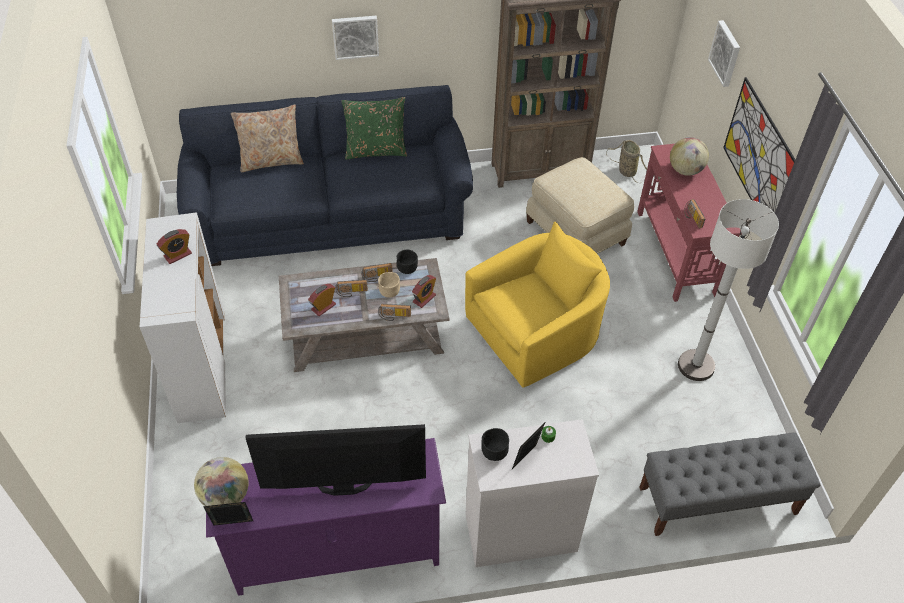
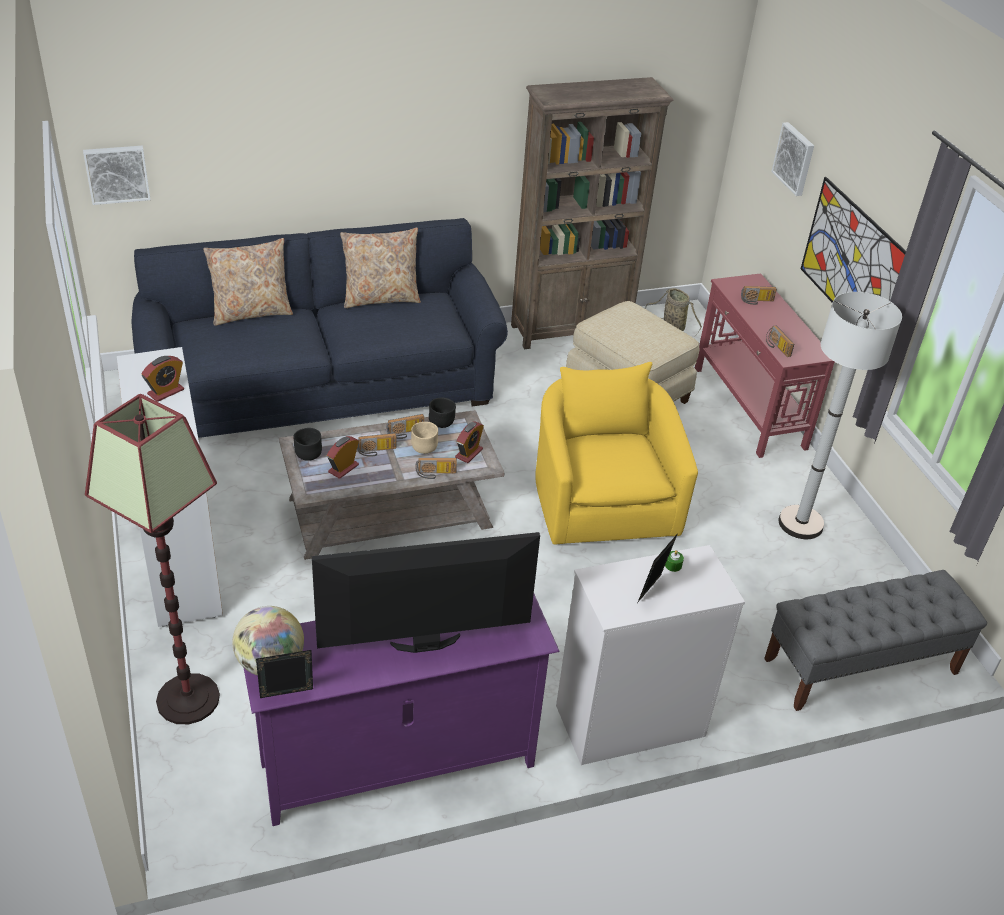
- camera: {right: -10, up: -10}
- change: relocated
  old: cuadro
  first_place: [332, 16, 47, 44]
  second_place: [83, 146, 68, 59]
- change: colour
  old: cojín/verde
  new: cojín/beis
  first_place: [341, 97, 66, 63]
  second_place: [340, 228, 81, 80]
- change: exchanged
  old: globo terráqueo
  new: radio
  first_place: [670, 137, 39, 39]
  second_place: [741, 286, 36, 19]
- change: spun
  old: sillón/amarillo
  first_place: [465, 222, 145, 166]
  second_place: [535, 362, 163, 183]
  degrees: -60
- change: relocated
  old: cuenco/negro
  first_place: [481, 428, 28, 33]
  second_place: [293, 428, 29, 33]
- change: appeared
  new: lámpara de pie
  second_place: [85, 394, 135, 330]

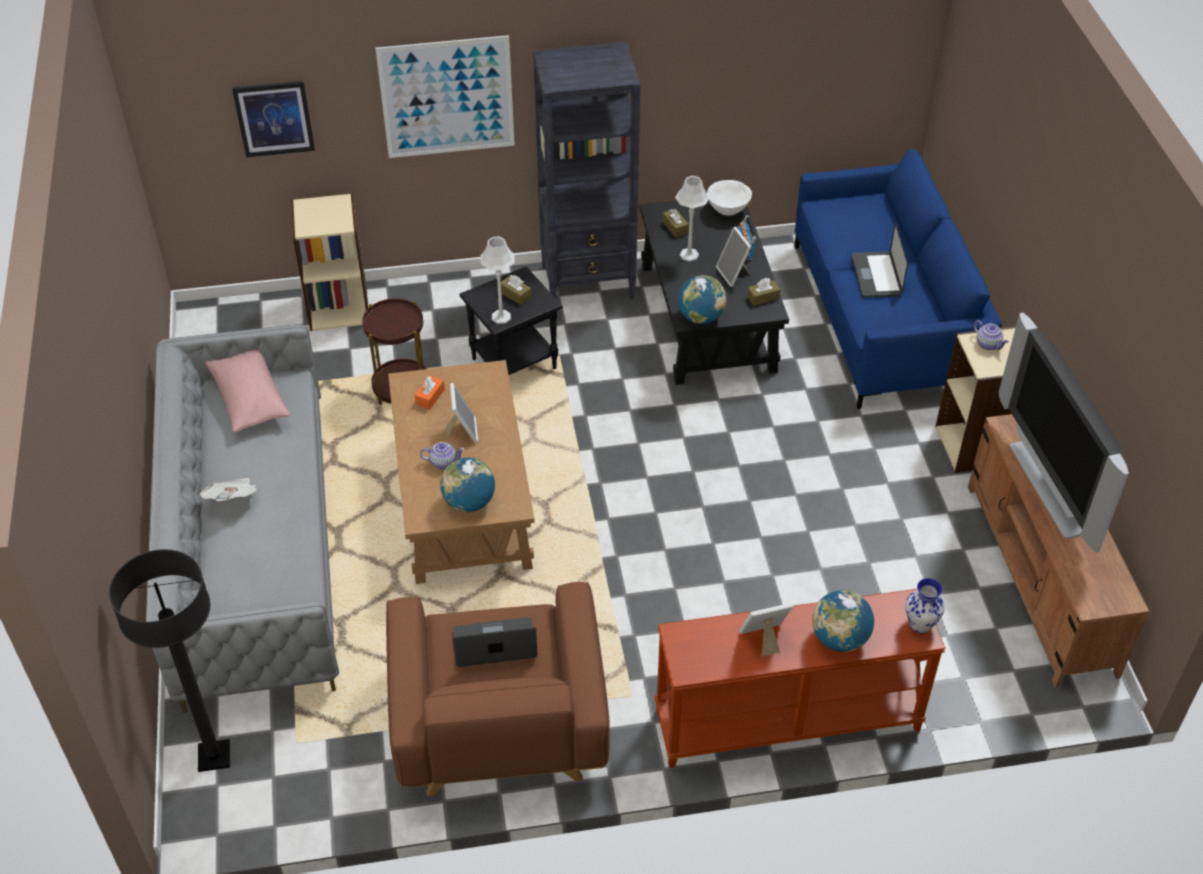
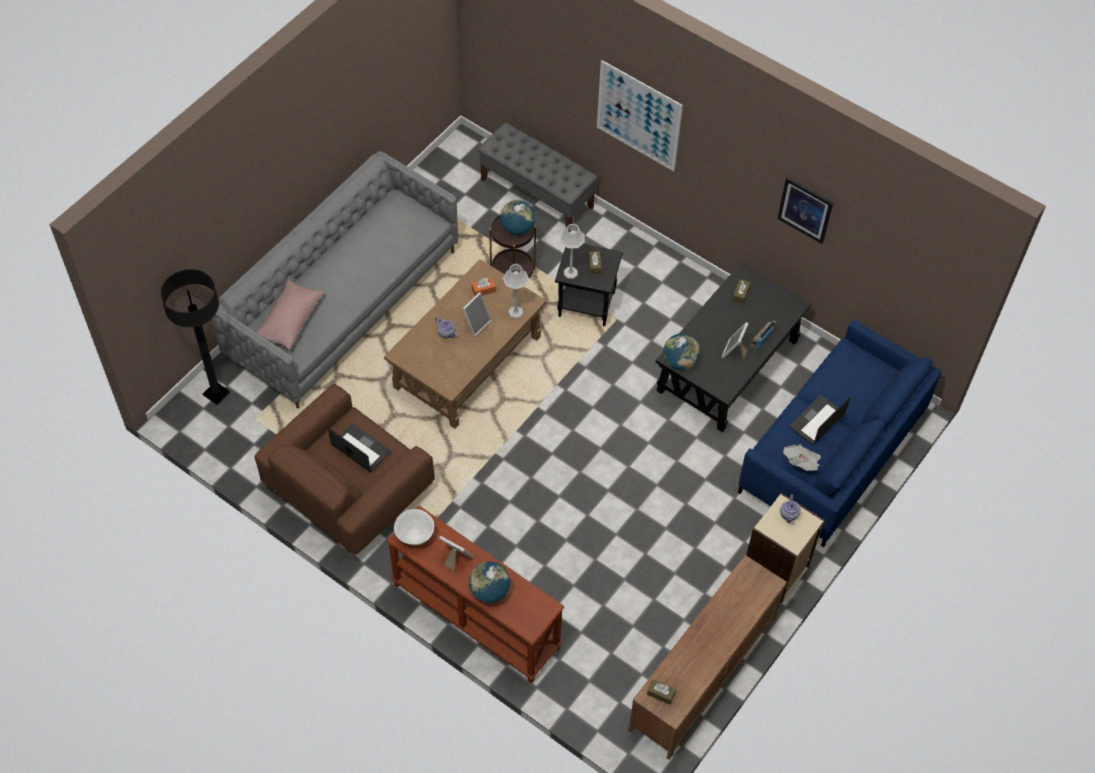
- camera: {right: 45, up: 10}
- change: missing
  old: estantería/negro
  first_place: [533, 42, 108, 257]
- change: relocated
  old: cuadro
  first_place: [232, 81, 83, 76]
  second_place: [777, 177, 56, 67]
- change: relocated
  old: lámpara de mesa/gris
  first_place: [675, 176, 35, 85]
  second_place: [503, 264, 26, 55]
- change: relocated
  old: cuenco/blanco
  first_place: [707, 180, 45, 36]
  second_place: [394, 509, 40, 36]
- change: exchanged
  old: estantería/beis
  new: banco/gris
  first_place: [291, 193, 78, 138]
  second_place: [478, 122, 120, 110]
- change: relocated
  old: caja de pañuelos/marrón
  first_place: [747, 278, 34, 28]
  second_place: [647, 679, 29, 26]
- change: missing
  old: televisor
  first_place: [998, 313, 131, 239]
- change: relocated
  old: cojín/rosa
  first_place: [205, 350, 85, 83]
  second_place: [257, 279, 67, 71]
- change: relocated
  old: globo terráqueo
  first_place: [440, 458, 55, 54]
  second_place: [500, 200, 35, 35]
- change: relocated
  old: periódico
  first_place: [200, 478, 58, 23]
  second_place: [783, 444, 38, 27]
- change: missing
  old: florero
  first_place: [905, 578, 40, 55]

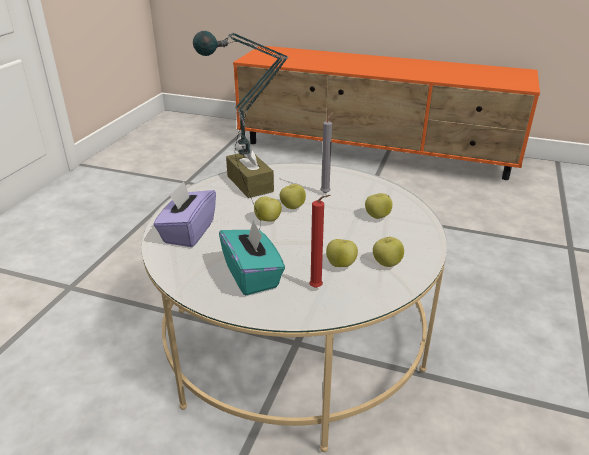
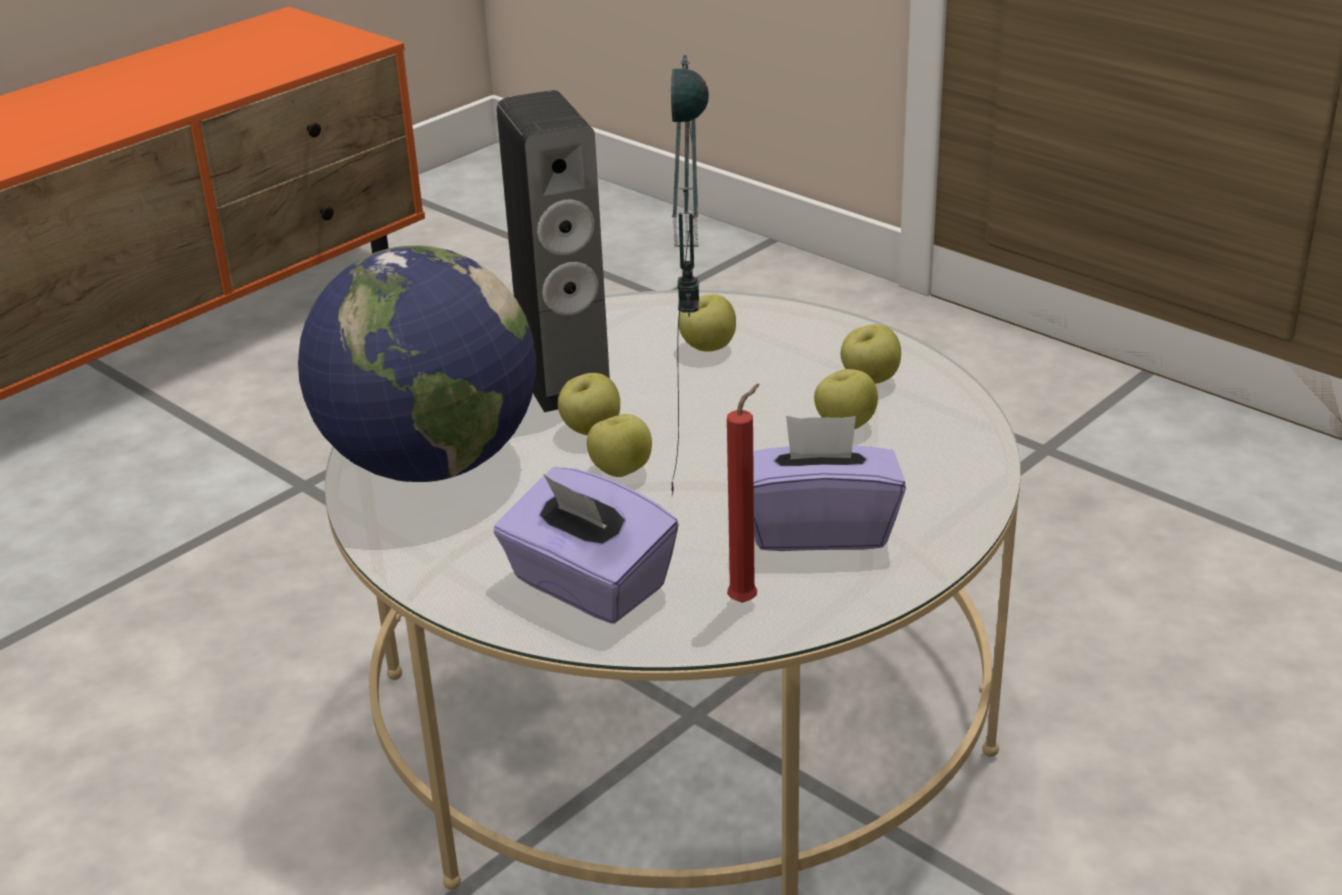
- camera: {right: -65, up: 0}
- change: exchanged
  old: vela/gris
  new: altavoz
  first_place: [320, 112, 14, 81]
  second_place: [497, 90, 113, 322]
- change: exchanged
  old: caja de pañuelos/marrón
  new: globo terráqueo
  first_place: [226, 144, 48, 54]
  second_place: [298, 246, 238, 236]
- change: relocated
  old: vela/rojo
  first_place: [309, 195, 21, 93]
  second_place: [727, 384, 32, 219]
- change: colour
  old: caja de pañuelos/turquesa
  new: caja de pañuelos/morado
  first_place: [219, 219, 66, 76]
  second_place: [753, 416, 153, 135]

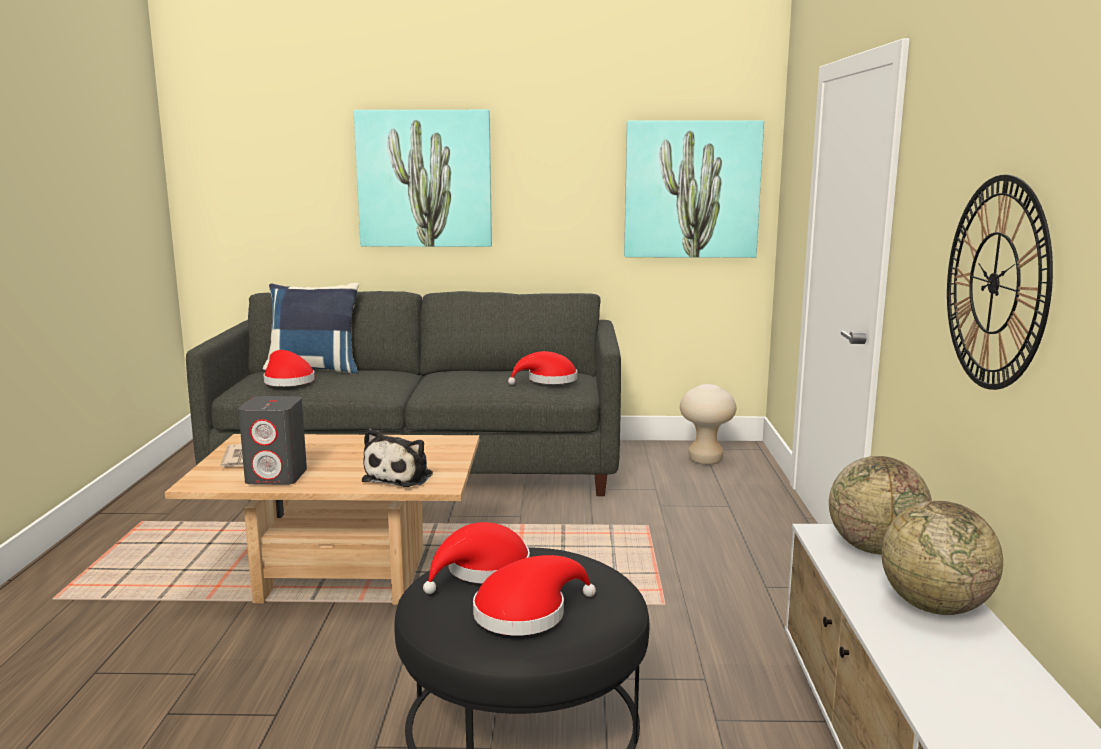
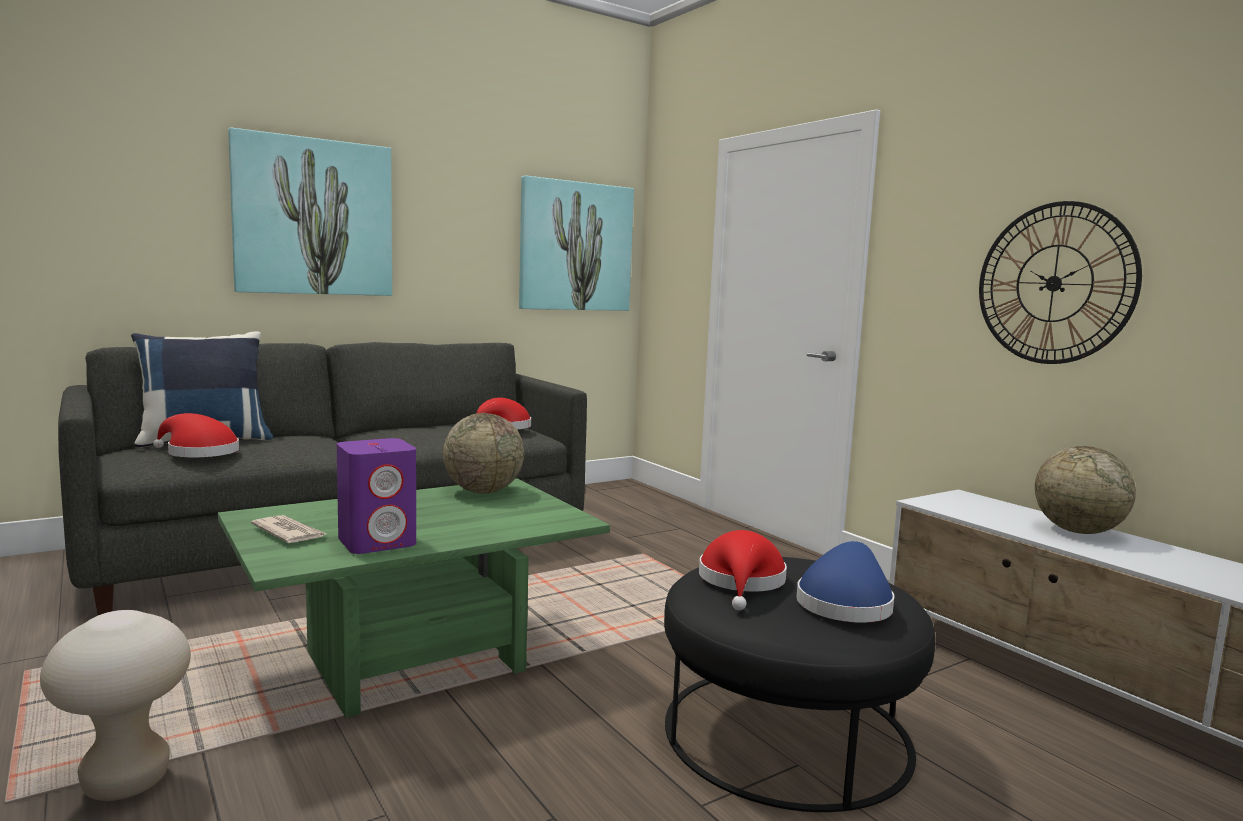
- camera: {right: -35, up: -5}
- change: relocated
  old: taburete/beis
  first_place: [680, 384, 56, 81]
  second_place: [40, 610, 151, 191]
- change: colour
  old: altavoz/gris
  new: altavoz/morado
  first_place: [238, 396, 69, 89]
  second_place: [337, 438, 79, 116]
- change: missing
  old: peluche
  first_place: [362, 429, 71, 58]
- change: colour
  old: mesa de centro/beis
  new: mesa de centro/verde
  first_place: [165, 434, 314, 171]
  second_place: [218, 478, 392, 240]
- change: relocated
  old: globo terráqueo
  first_place: [829, 456, 103, 99]
  second_place: [443, 413, 81, 80]
- change: colour
  old: sombrero/rojo
  new: sombrero/azul
  first_place: [473, 555, 123, 81]
  second_place: [797, 541, 98, 82]

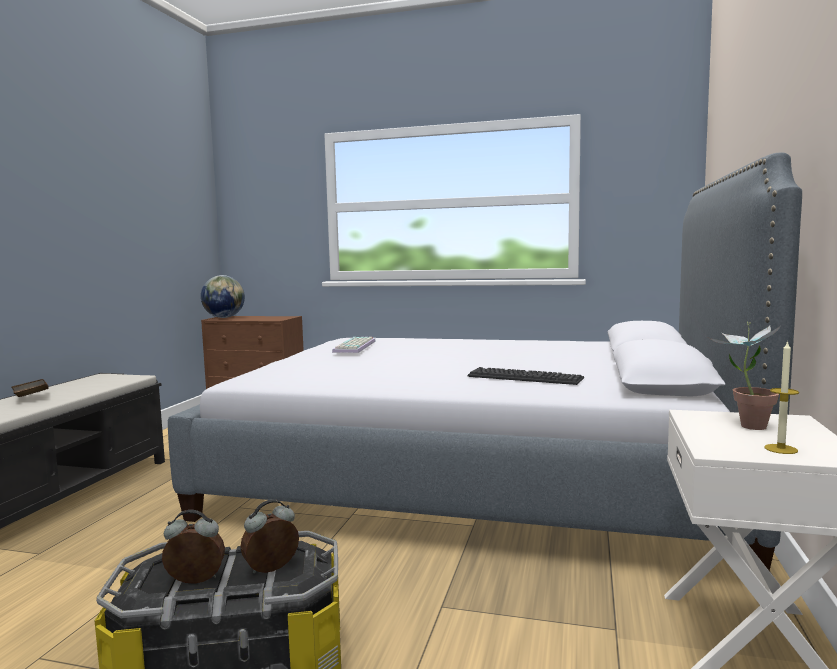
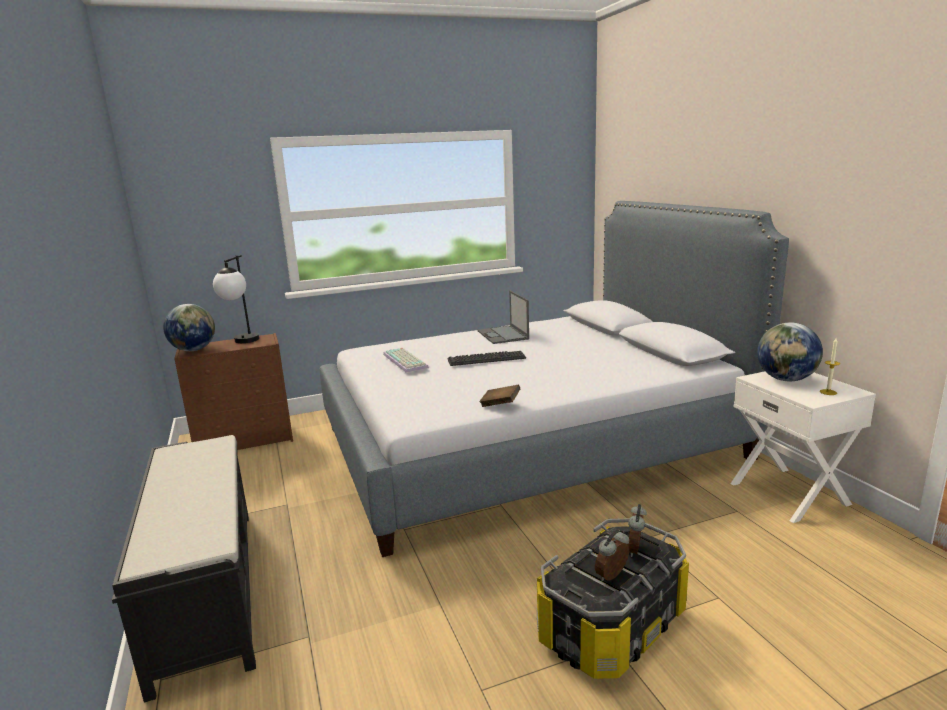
- camera: {right: -35, up: 10}
- change: exchanged
  old: planta en maceta
  new: globo terráqueo
  first_place: [709, 322, 71, 108]
  second_place: [757, 323, 66, 58]
- change: relocated
  old: teclado
  first_place: [468, 367, 116, 18]
  second_place: [448, 351, 78, 15]
- change: relocated
  old: libro/marrón
  first_place: [11, 379, 38, 18]
  second_place: [479, 385, 41, 22]
- change: appeared
  new: lámpara de mesa
  second_place: [213, 255, 46, 88]
- change: appeared
  new: portátil
  second_place: [478, 291, 51, 53]

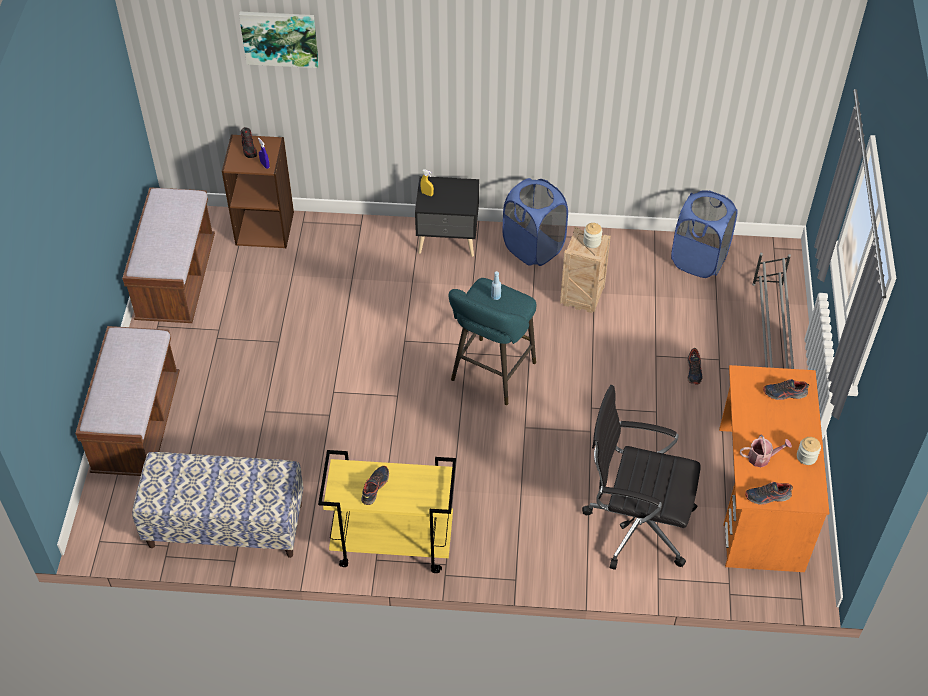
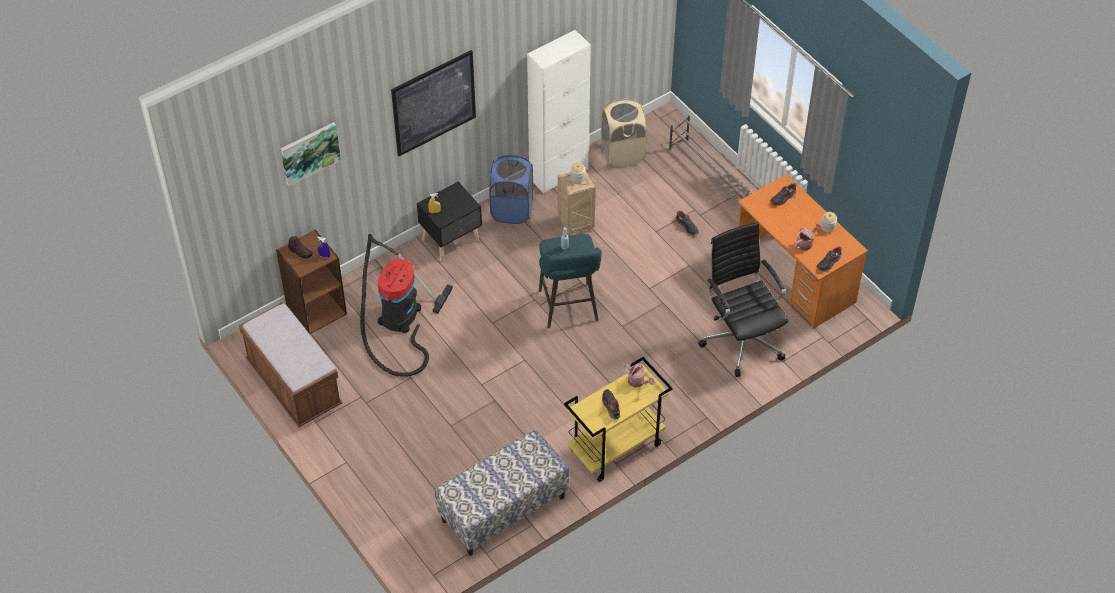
- camera: {right: -40, up: 0}
- change: colour
  old: cesto de la ropa/azul
  new: cesto de la ropa/beis
  first_place: [671, 190, 66, 88]
  second_place: [601, 99, 46, 68]
- change: missing
  old: banco/marrón
  first_place: [75, 326, 105, 150]
- change: spun
  old: silla de oficina/negro
  first_place: [582, 385, 119, 185]
  second_place: [698, 222, 91, 155]
  degrees: 90
- change: appeared
  new: armario/blanco
  second_place: [527, 30, 64, 163]
- change: appeared
  new: cuadro
  second_place: [391, 50, 85, 106]
- change: appeared
  new: aspiradora
  second_place: [360, 234, 93, 143]
- change: appeared
  new: regadera
  second_place: [624, 364, 31, 23]

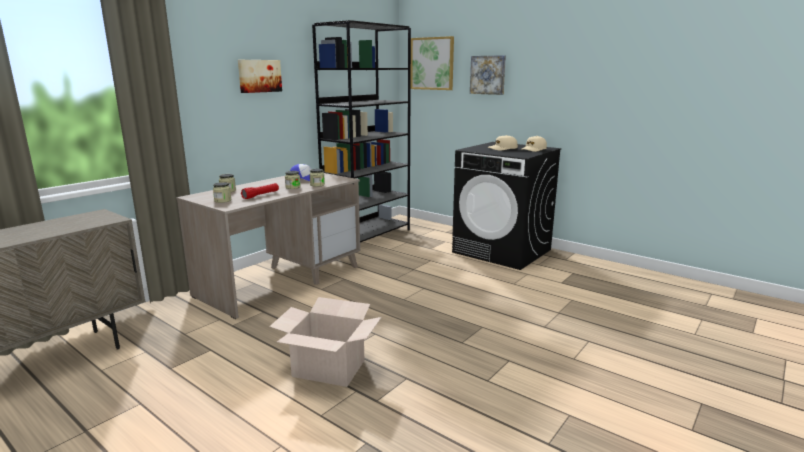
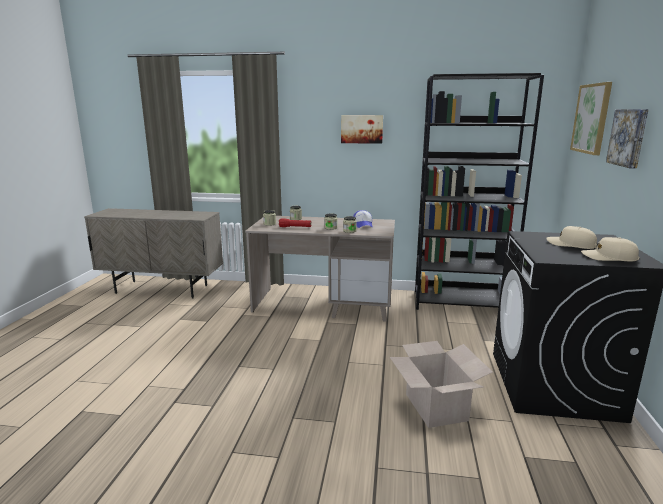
- camera: {right: 60, up: 0}
- change: relocated
  old: caja de cartón
  first_place: [269, 297, 113, 90]
  second_place: [390, 341, 103, 87]

